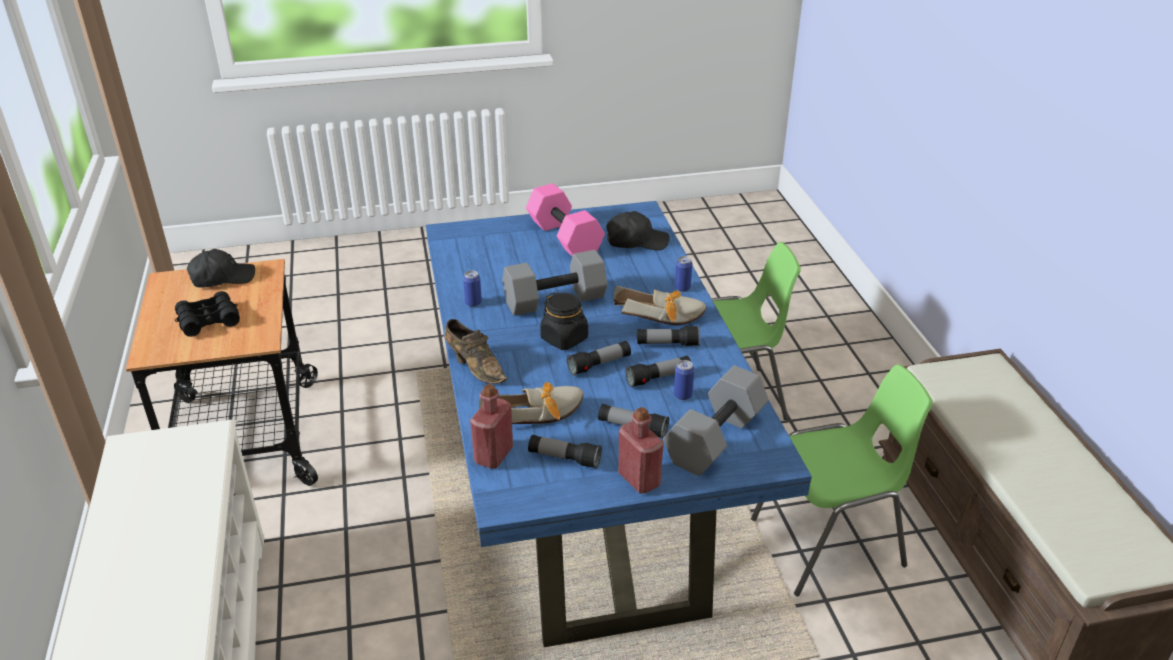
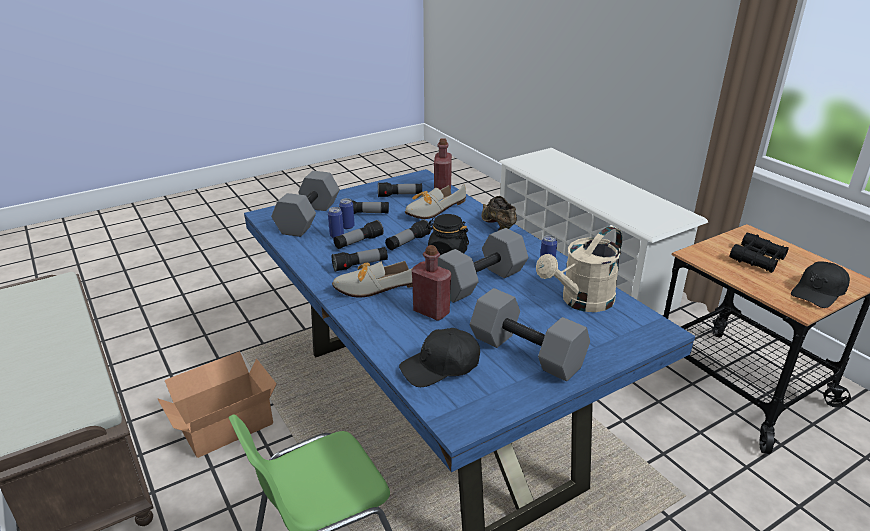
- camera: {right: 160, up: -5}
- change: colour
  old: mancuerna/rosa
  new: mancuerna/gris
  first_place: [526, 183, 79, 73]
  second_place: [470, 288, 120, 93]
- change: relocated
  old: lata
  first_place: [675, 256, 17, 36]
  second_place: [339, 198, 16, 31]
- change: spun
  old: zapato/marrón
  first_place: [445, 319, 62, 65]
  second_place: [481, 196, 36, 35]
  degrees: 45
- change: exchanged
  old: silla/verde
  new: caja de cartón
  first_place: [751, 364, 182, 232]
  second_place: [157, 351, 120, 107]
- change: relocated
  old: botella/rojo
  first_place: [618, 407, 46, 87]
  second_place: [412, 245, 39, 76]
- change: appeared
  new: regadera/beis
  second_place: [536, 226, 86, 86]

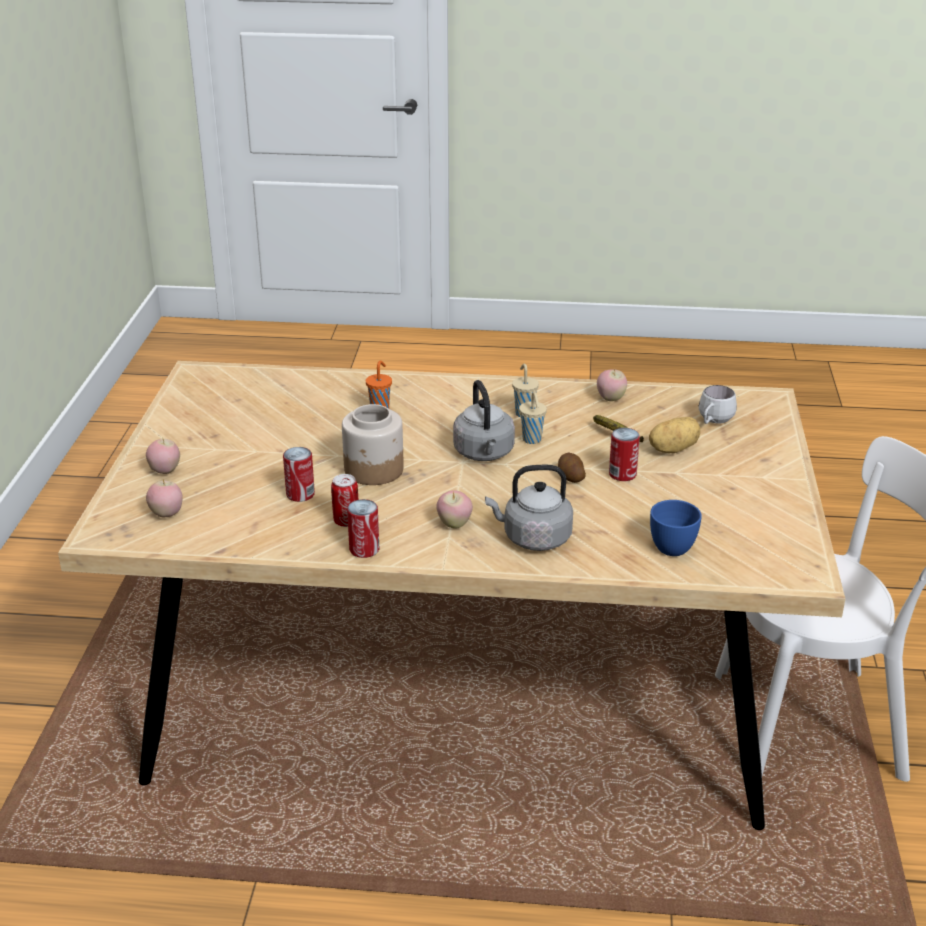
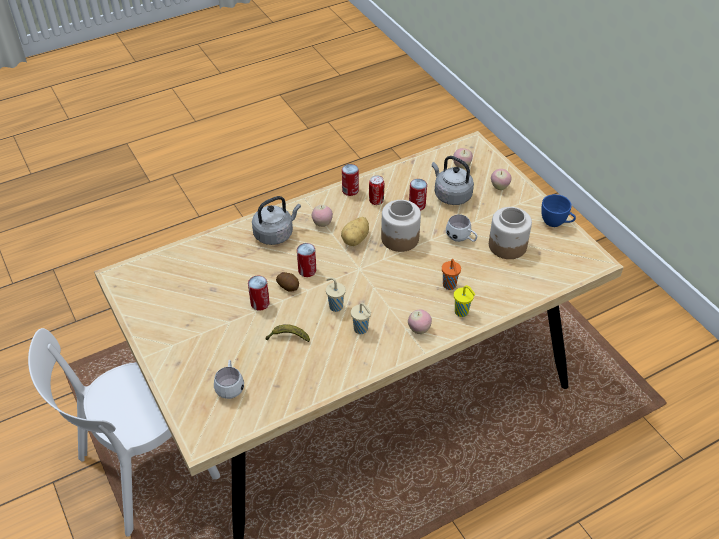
- camera: {right: 145, up: 15}
- change: relocated
  old: manzana
  first_place: [597, 368, 30, 33]
  second_place: [408, 309, 24, 25]
- change: relocated
  old: hervidor/gris
  first_place: [453, 380, 62, 81]
  second_place: [432, 156, 42, 49]
- change: relocated
  old: patata
  first_place: [649, 417, 51, 36]
  second_place: [341, 217, 28, 29]
- change: relocated
  old: taza/azul
  first_place: [650, 500, 52, 56]
  second_place: [541, 194, 35, 33]
- change: appeared
  new: tarro
  second_place: [489, 207, 43, 52]
- change: appeared
  new: taza grande/blanco
  second_place: [446, 214, 32, 28]
- change: appeared
  new: lata
  second_place: [297, 243, 19, 34]
- change: appeared
  new: taza/amarillo
  second_place: [454, 285, 22, 32]

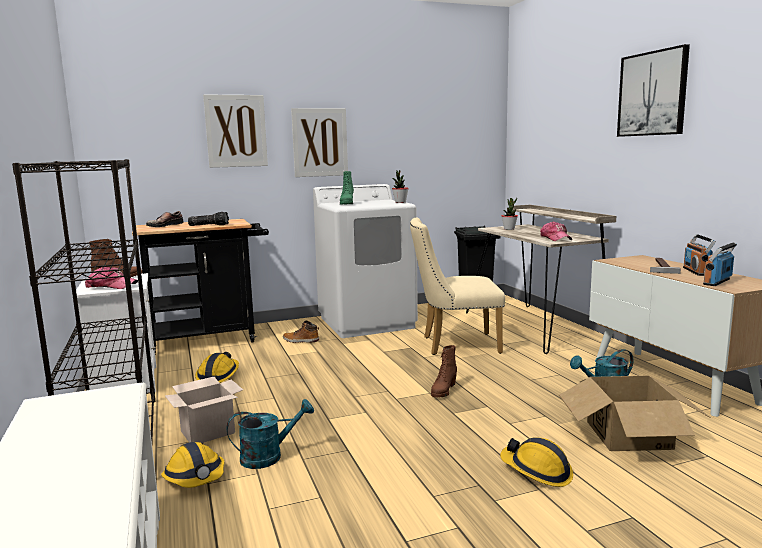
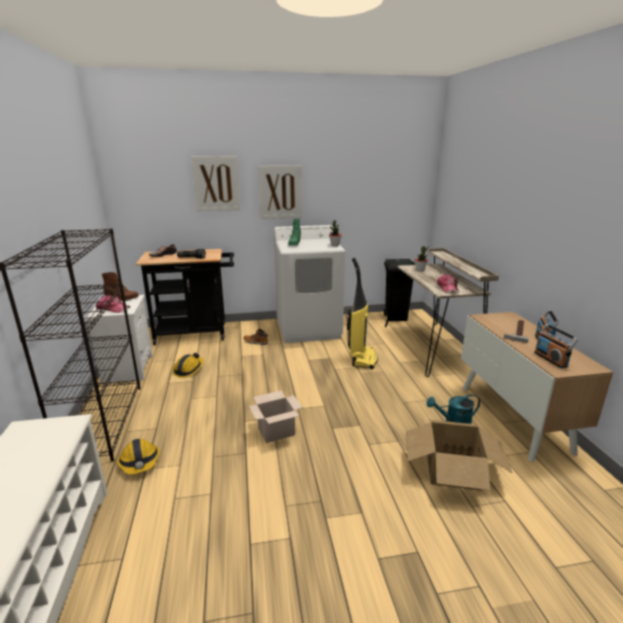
- camera: {right: 10, up: 10}
- change: missing
  old: cuadro
  first_place: [617, 44, 73, 93]
- change: exchanged
  old: silla/beis
  new: aspiradora
  first_place: [410, 217, 95, 138]
  second_place: [346, 258, 32, 111]
- change: spun
  old: radio
  first_place: [703, 242, 34, 44]
  second_place: [534, 324, 44, 44]
  degrees: -75
- change: missing
  old: bota/marrón
  first_place: [431, 345, 26, 53]
- change: relocated
  old: caja de cartón
  first_place: [165, 377, 78, 66]
  second_place: [249, 390, 54, 53]
- change: missing
  old: regadera/turquesa
  first_place: [227, 399, 87, 70]
- change: missing
  old: casco
  first_place: [500, 437, 73, 50]

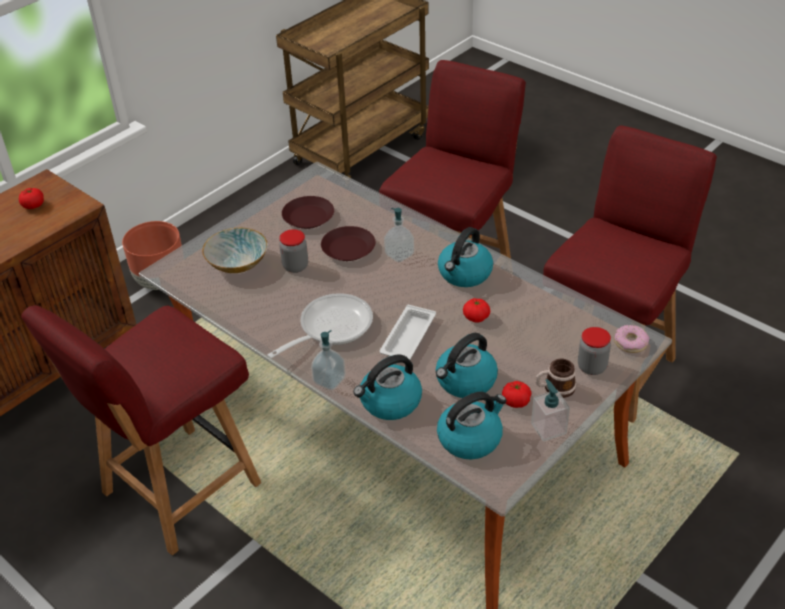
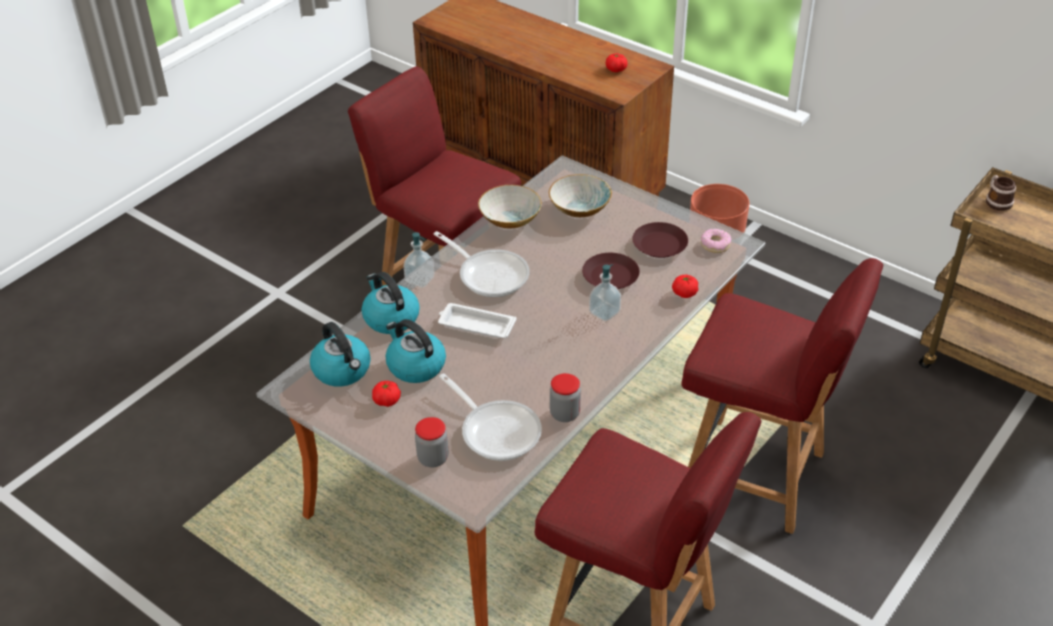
- camera: {right: 85, up: 0}
- change: missing
  old: hervidor
  first_place: [438, 227, 55, 60]
- change: relocated
  old: tarro
  first_place: [279, 229, 29, 44]
  second_place: [550, 373, 31, 49]
- change: relocated
  old: tomate
  first_place: [463, 298, 27, 25]
  second_place: [672, 275, 26, 23]
- change: relocated
  old: rosquilla
  first_place: [614, 325, 36, 28]
  second_place: [701, 228, 30, 25]
- change: relocated
  old: taza grande
  first_place: [536, 359, 40, 39]
  second_place: [986, 175, 30, 36]
- change: missing
  old: dispensador de jabón
  first_place: [531, 379, 39, 63]
- change: appeared
  new: cuenco
  second_place: [478, 185, 64, 43]
- change: appeared
  new: sartén
  second_place: [439, 373, 103, 88]

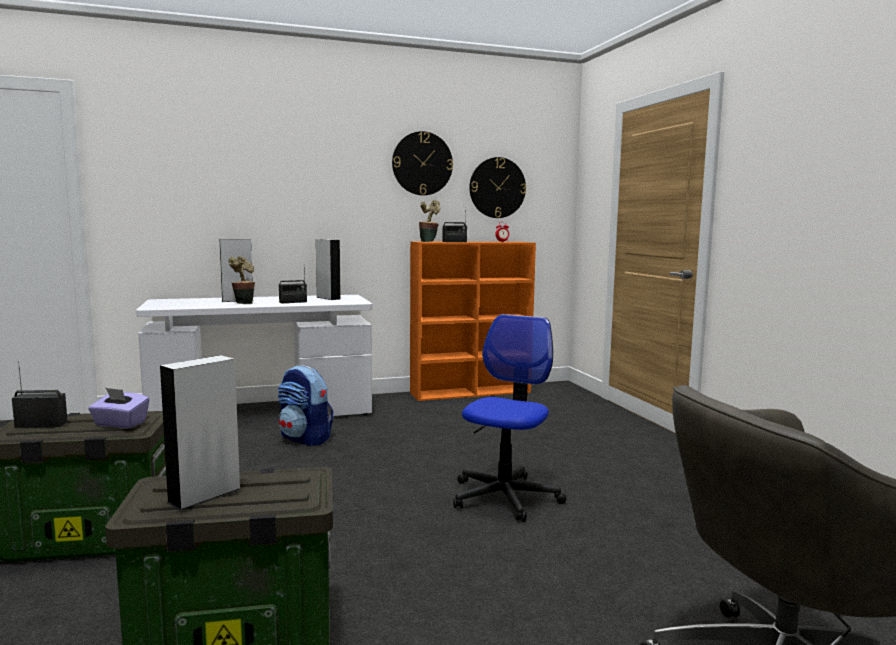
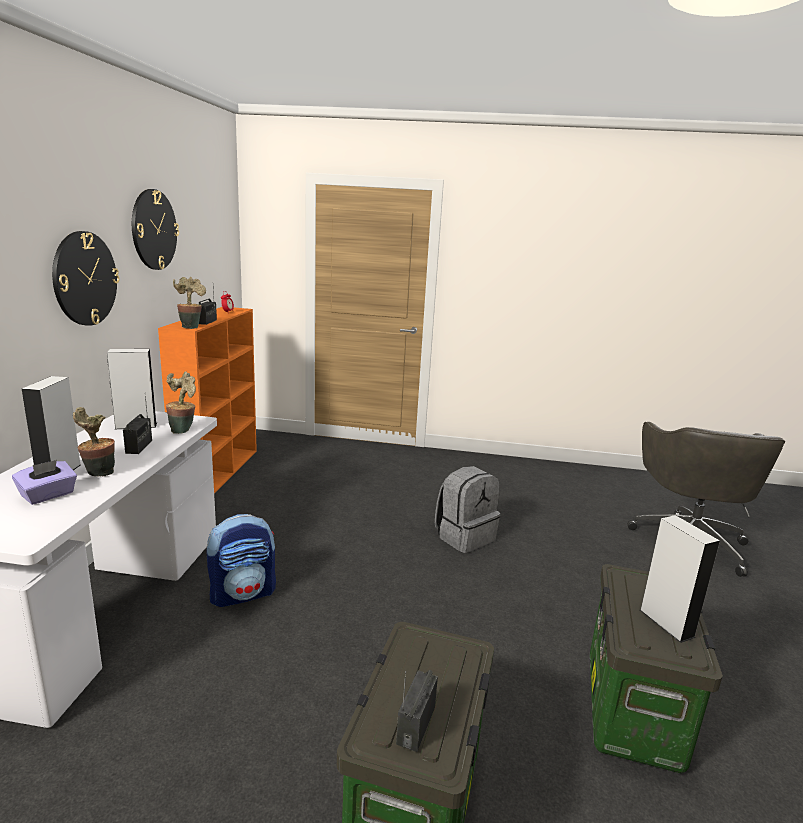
- camera: {right: -65, up: 10}
- change: relocated
  old: reloj de pared
  first_place: [469, 157, 57, 61]
  second_place: [52, 231, 67, 95]
- change: exchanged
  old: silla de oficina
  new: mochila/gris
  first_place: [453, 314, 113, 208]
  second_place: [435, 466, 65, 87]
- change: relocated
  old: caja de pañuelos/morado
  first_place: [88, 387, 62, 41]
  second_place: [12, 460, 65, 45]
- change: appeared
  new: planta en maceta
  second_place: [166, 371, 30, 63]

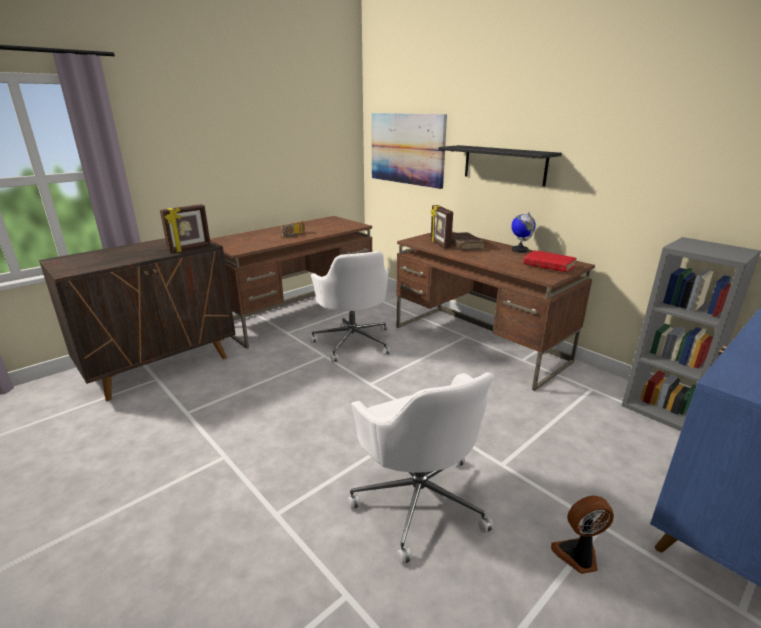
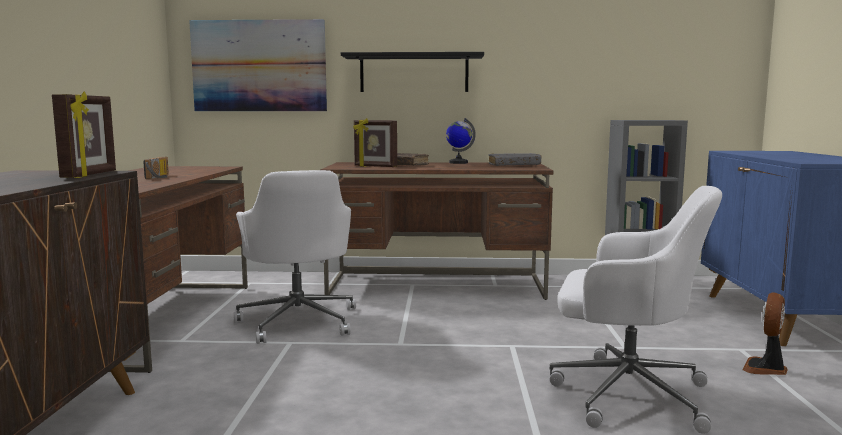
- camera: {right: -45, up: -15}
- change: colour
  old: libro/rojo
  new: libro/gris
  first_place: [523, 250, 54, 22]
  second_place: [489, 153, 53, 13]
- change: spun
  old: silla de oficina/blanco
  first_place: [310, 251, 80, 112]
  second_place: [234, 170, 122, 174]
  degrees: 45

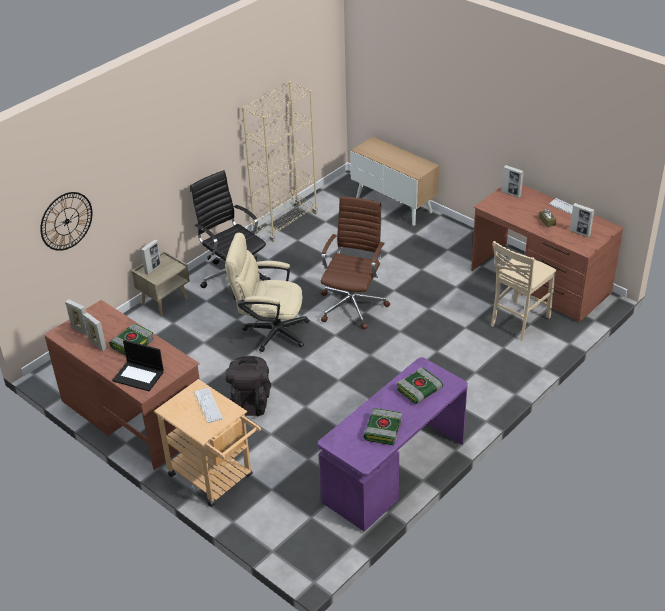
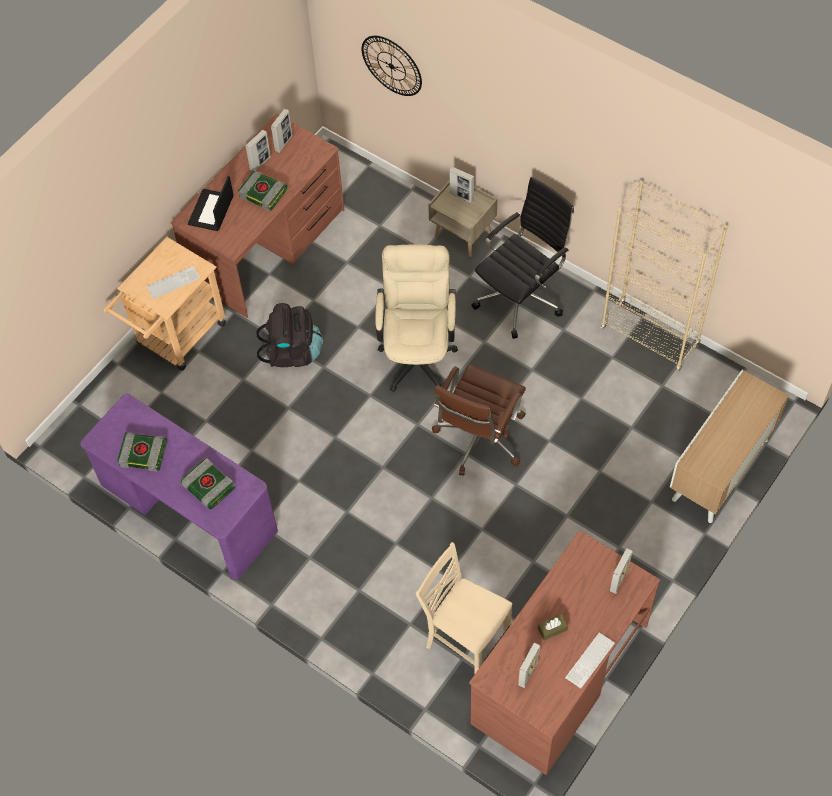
- camera: {right: 85, up: 20}
- change: spun
  old: silla de oficina/marrón
  first_place: [320, 196, 70, 134]
  second_place: [432, 365, 94, 111]
  degrees: 105

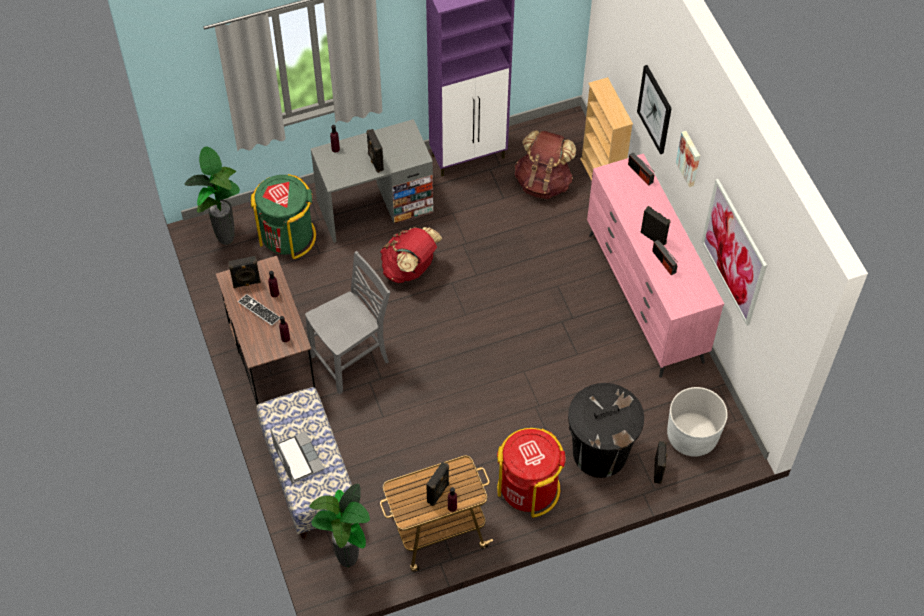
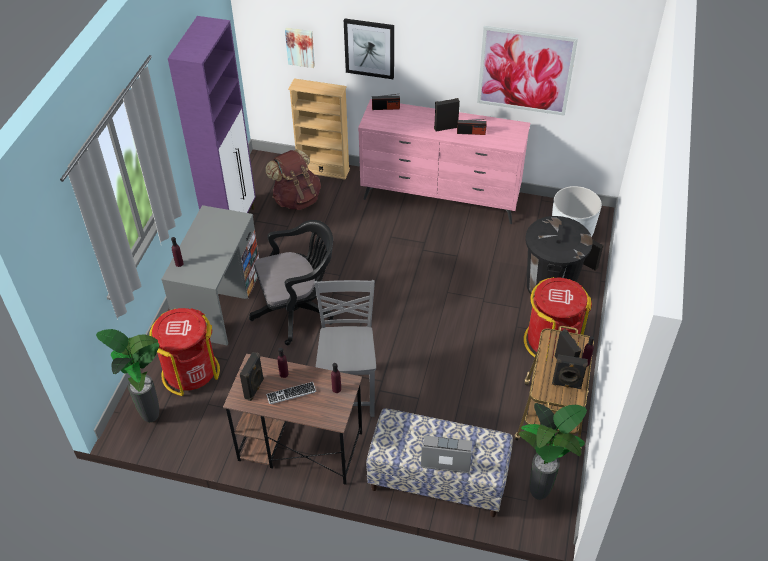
- camera: {right: -55, up: -10}
- change: relocated
  old: altavoz/negro
  first_place: [366, 129, 18, 44]
  second_place: [552, 354, 36, 35]
- change: relocated
  old: cuadro
  first_place: [676, 131, 24, 56]
  second_place: [285, 27, 30, 41]
- change: colour
  old: papelera/verde
  new: papelera/rojo
  first_place: [250, 174, 66, 85]
  second_place: [149, 308, 71, 88]
- change: exchanged
  old: mochila/rojo
  new: silla de oficina/negro
  first_place: [380, 227, 63, 56]
  second_place: [249, 220, 85, 125]

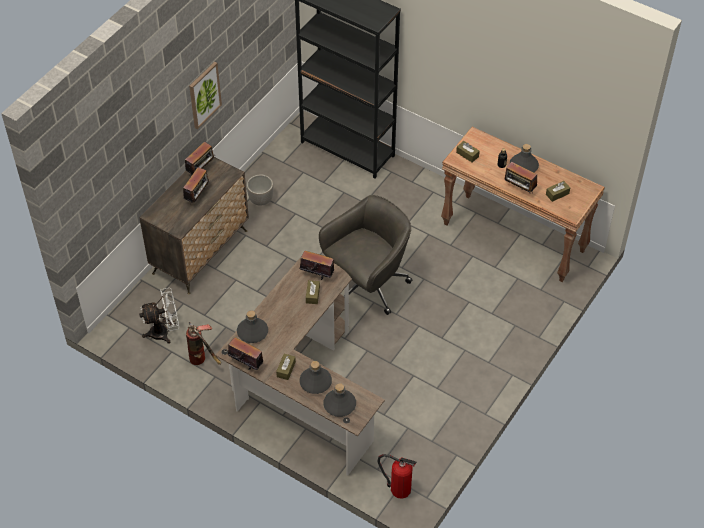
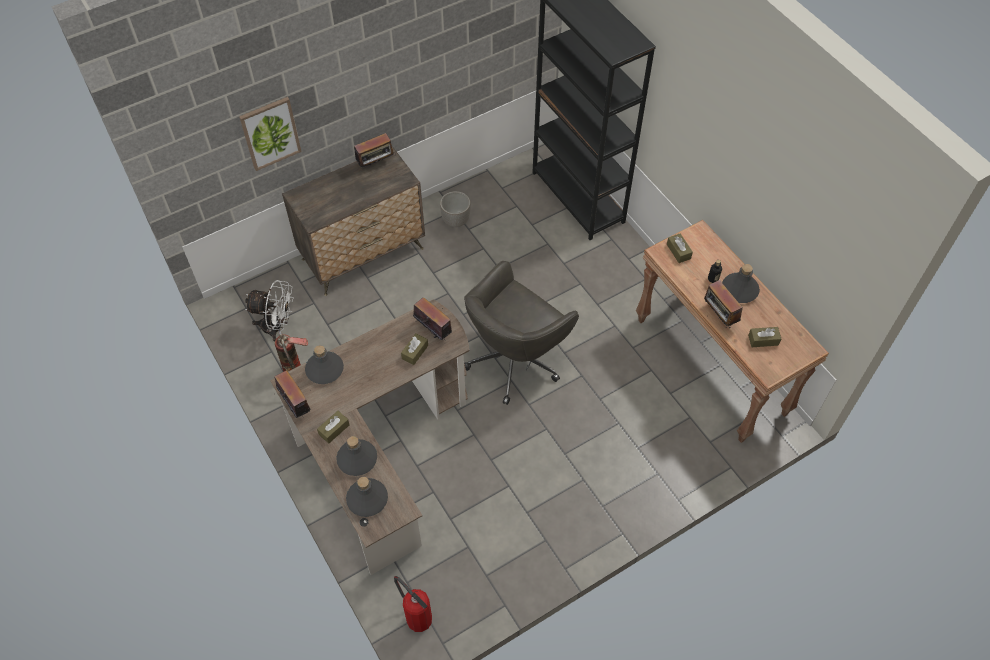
- camera: {right: 25, up: 5}
- change: relocated
  old: cuadro
  first_place: [189, 62, 33, 67]
  second_place: [239, 97, 62, 74]
- change: missing
  old: radio
  first_place: [183, 167, 27, 37]
- change: spun
  old: silla de oficina/gris
  first_place: [319, 195, 93, 120]
  second_place: [464, 261, 115, 144]
  degrees: 150

